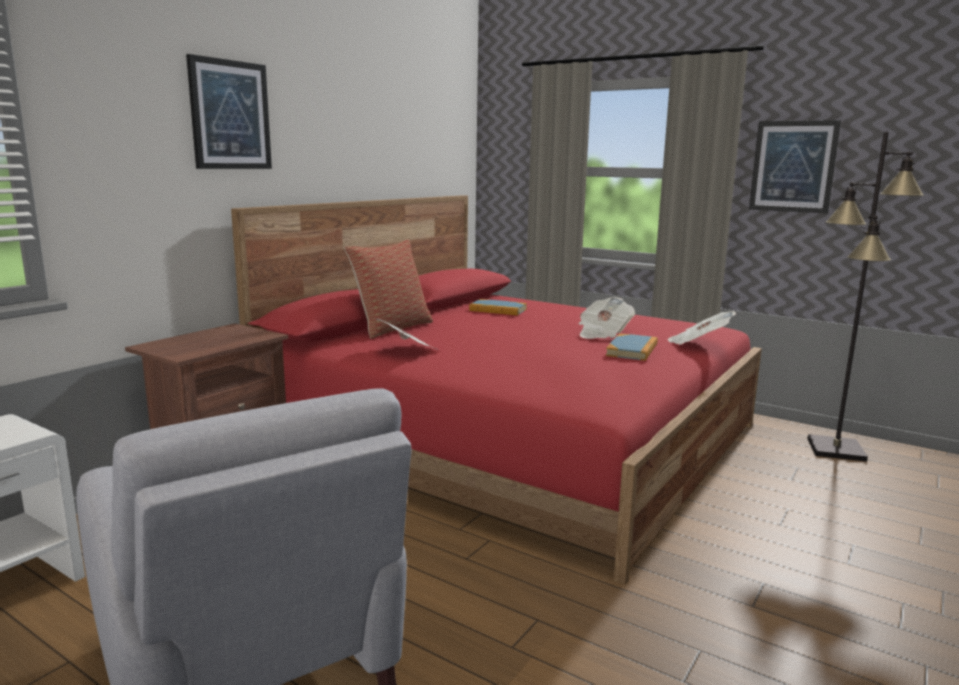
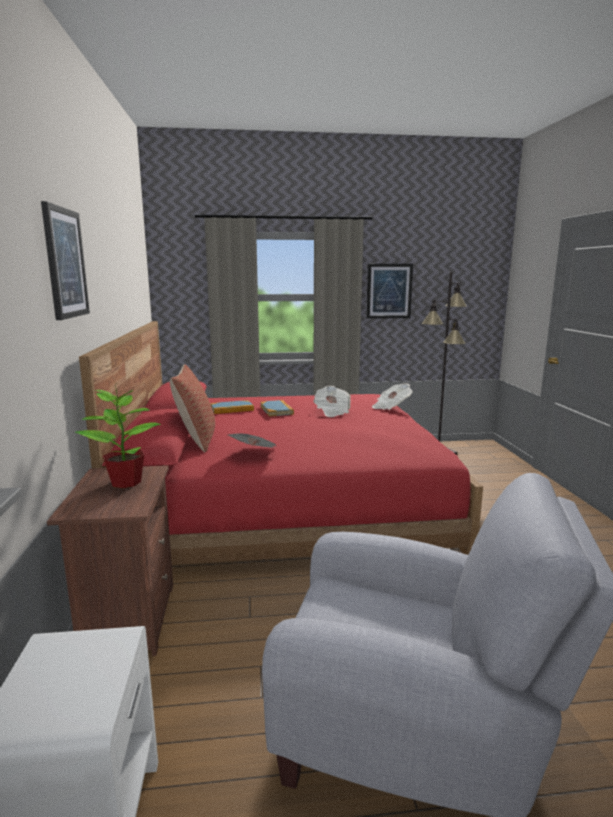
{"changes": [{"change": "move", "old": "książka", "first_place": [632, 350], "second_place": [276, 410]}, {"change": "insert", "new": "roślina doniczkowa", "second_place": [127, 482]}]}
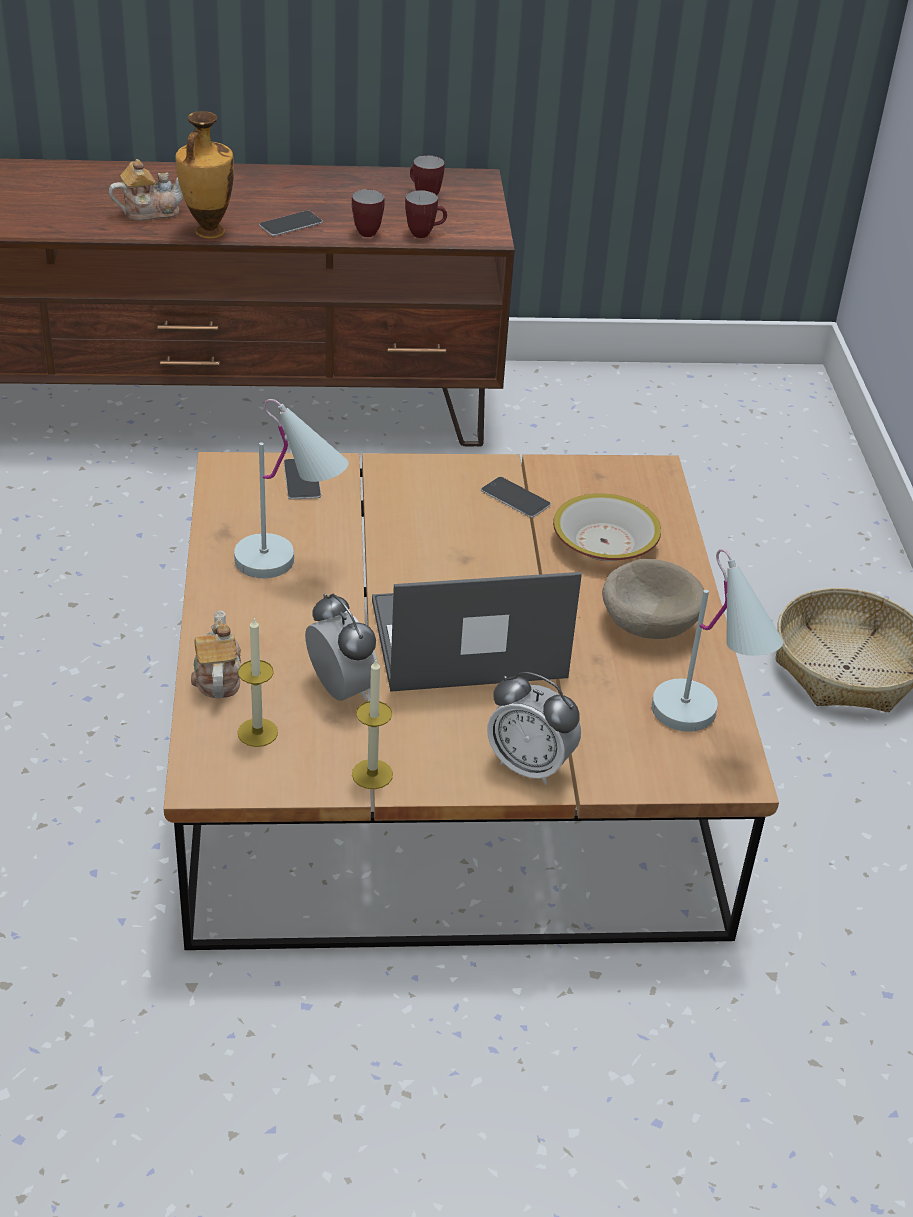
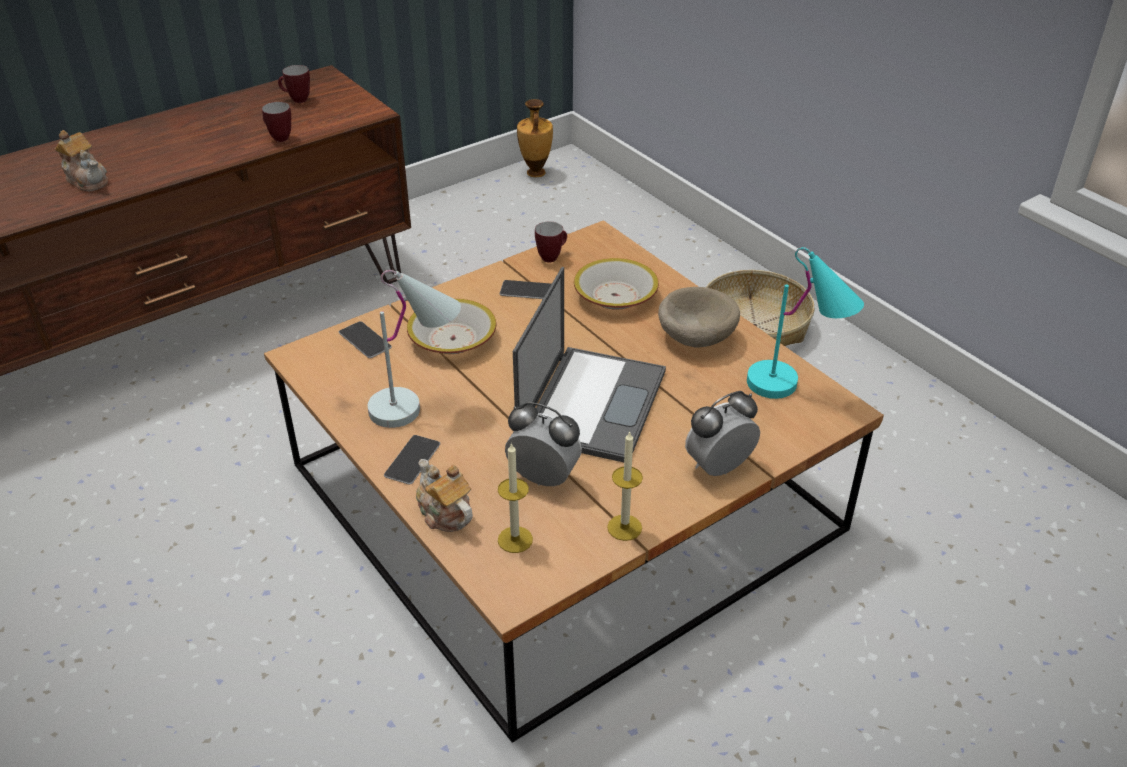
{"changes": [{"change": "move", "old": "wazon", "first_place": [208, 232], "second_place": [535, 173]}, {"change": "rotate", "old": "imbryk", "first_place": [149, 212], "second_place": [87, 179], "degrees": 90}, {"change": "move", "old": "kubek", "first_place": [425, 234], "second_place": [552, 257]}, {"change": "move", "old": "telefon", "first_place": [291, 224], "second_place": [412, 460]}, {"change": "recolor", "old": "lampa stołowa (biały)", "new": "lampa stołowa (turkusowy)", "first_place": [704, 726], "second_place": [795, 387]}, {"change": "rotate", "old": "laptop", "first_place": [465, 640], "second_place": [592, 402], "degrees": 150}, {"change": "rotate", "old": "budzik", "first_place": [530, 766], "second_place": [719, 467], "degrees": 150}, {"change": "insert", "new": "miska", "second_place": [453, 339]}]}
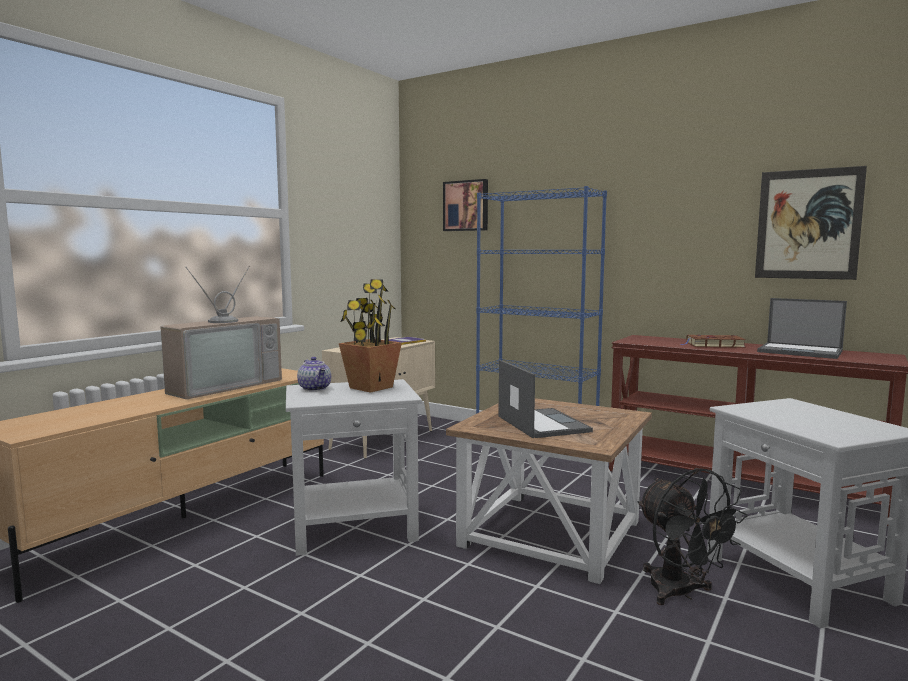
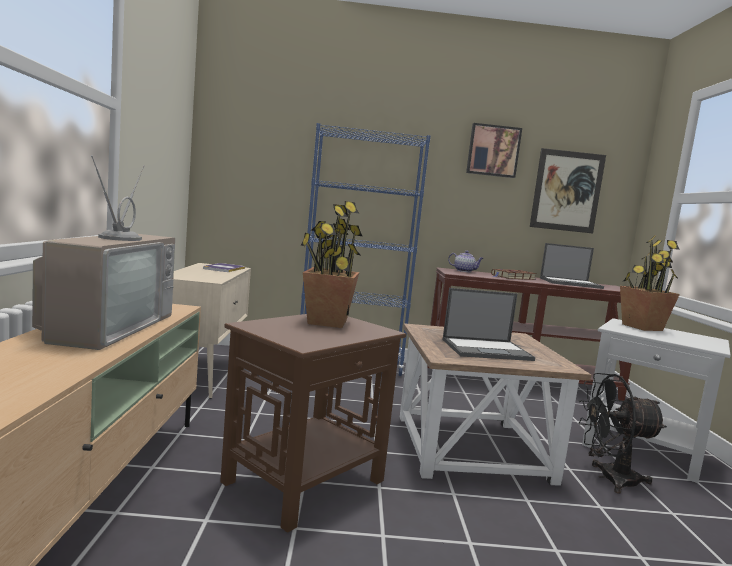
{"changes": [{"change": "move", "old": "obraz", "first_place": [466, 206], "second_place": [493, 151]}, {"change": "move", "old": "imbryk", "first_place": [315, 389], "second_place": [464, 271]}, {"change": "rotate", "old": "laptop", "first_place": [542, 423], "second_place": [487, 349], "degrees": 135}, {"change": "recolor", "old": "stolik (biały)", "new": "stolik (brązowy)", "first_place": [355, 527], "second_place": [306, 481]}, {"change": "rotate", "old": "wentylator (czarny)", "first_place": [680, 593], "second_place": [609, 478], "degrees": 150}, {"change": "insert", "new": "roślina doniczkowa", "second_place": [641, 327]}]}
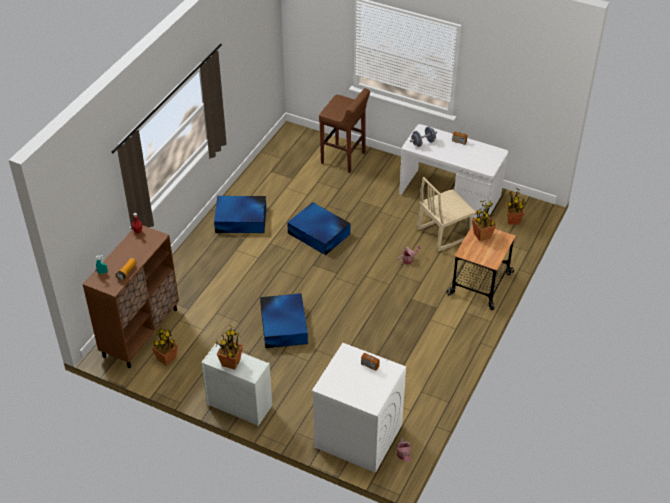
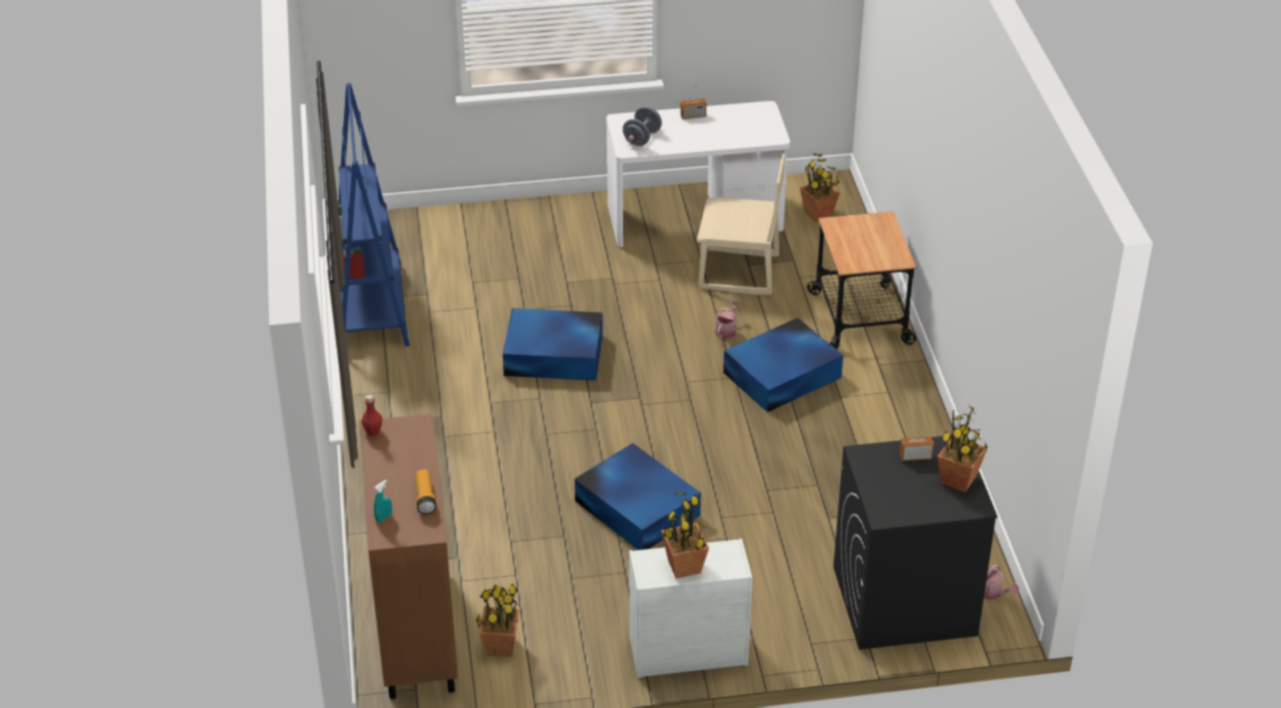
{"changes": [{"change": "delete", "old": "stołek (brązowy)", "first_place": [343, 158]}, {"change": "rotate", "old": "krzesło (beżowy)", "first_place": [443, 233], "second_place": [739, 273], "degrees": -105}, {"change": "move", "old": "pojemnik do przechowywania (niebieski)", "first_place": [241, 220], "second_place": [783, 375]}, {"change": "move", "old": "roślina doniczkowa", "first_place": [482, 236], "second_place": [959, 480]}, {"change": "recolor", "old": "pralka (biały)", "new": "pralka (czarny)", "first_place": [357, 436], "second_place": [903, 601]}, {"change": "insert", "new": "regał (niebieski)", "second_place": [371, 307]}]}
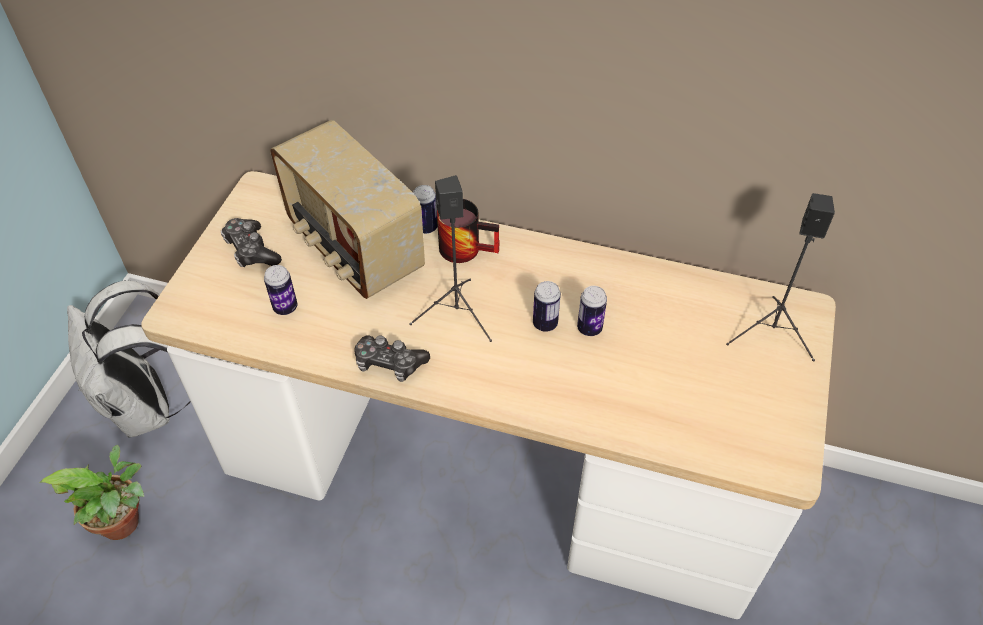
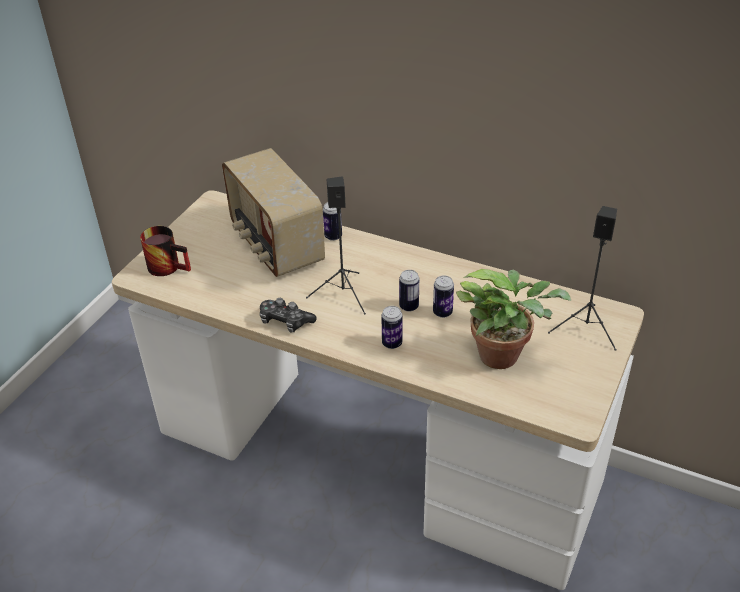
{"changes": [{"change": "move", "old": "kubek", "first_place": [467, 246], "second_place": [170, 266]}, {"change": "delete", "old": "pad do gier", "first_place": [251, 250]}, {"change": "move", "old": "puszka", "first_place": [285, 307], "second_place": [392, 343]}, {"change": "delete", "old": "plecak (biały)", "first_place": [148, 408]}, {"change": "move", "old": "roślina doniczkowa", "first_place": [126, 522], "second_place": [504, 355]}]}
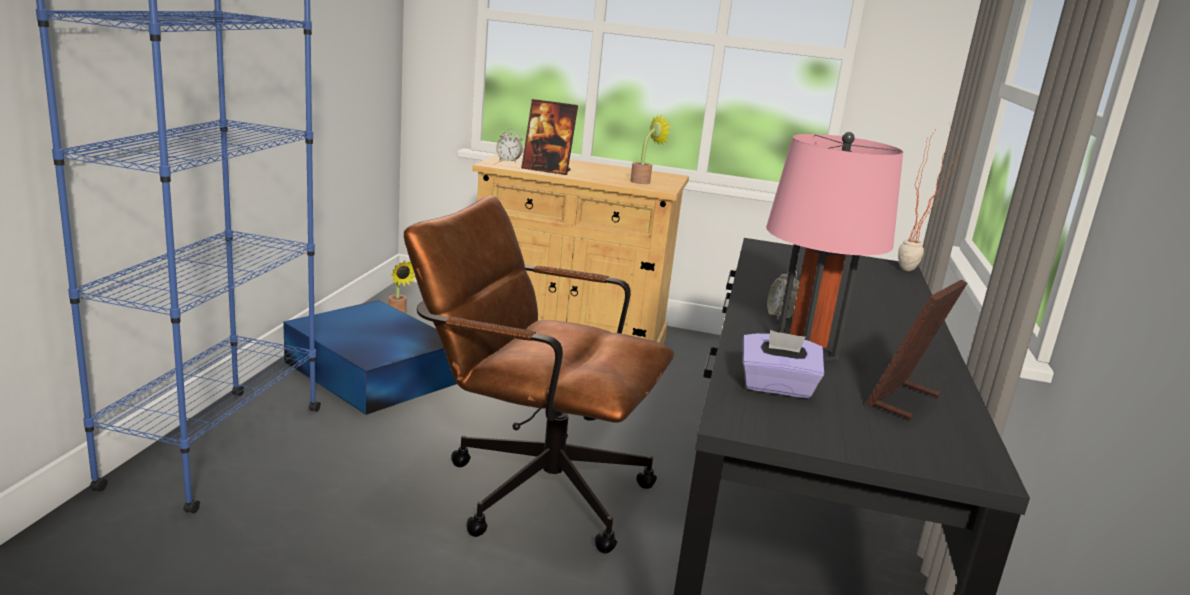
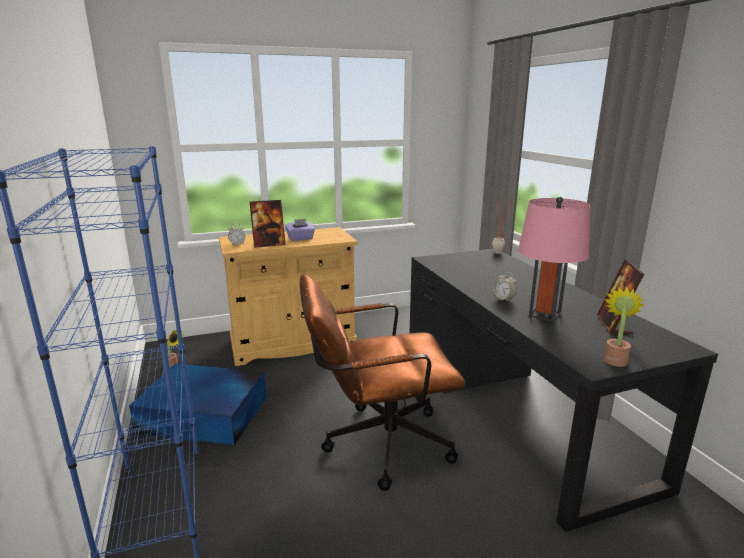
{"changes": [{"change": "move", "old": "roślina doniczkowa", "first_place": [643, 181], "second_place": [615, 359]}, {"change": "move", "old": "pudełko chusteczek (fioletowy)", "first_place": [776, 387], "second_place": [300, 238]}]}
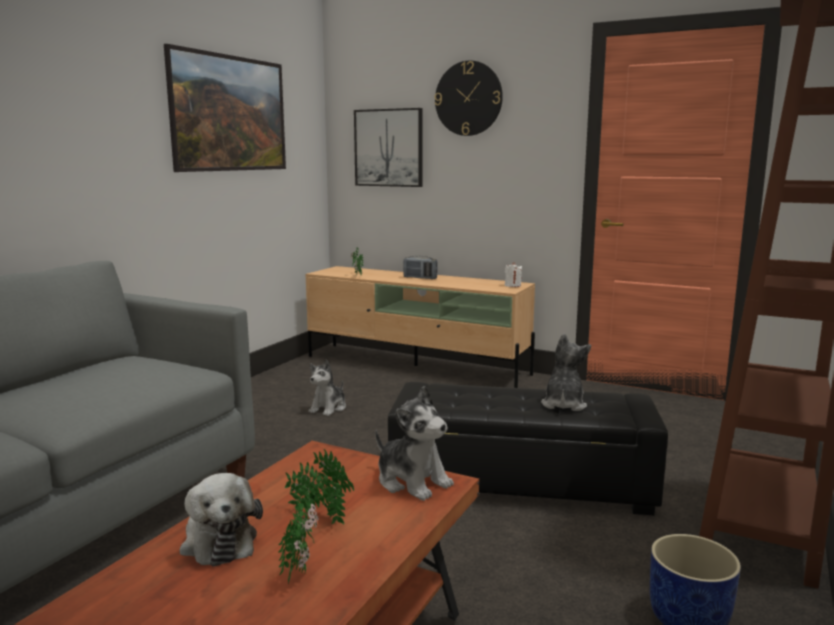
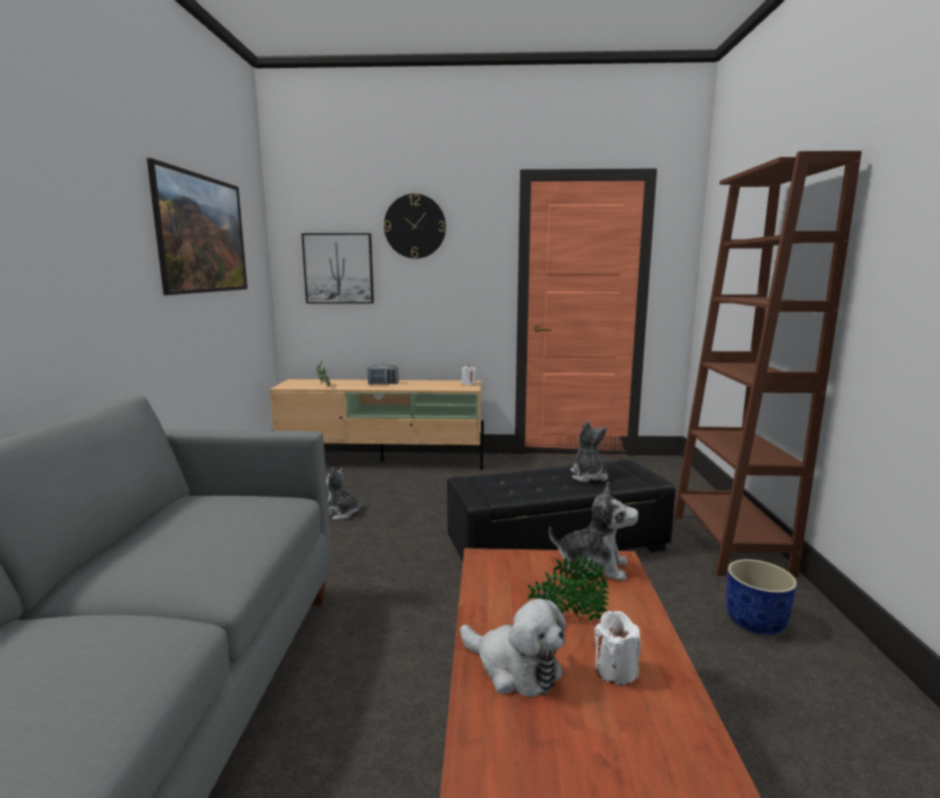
{"changes": [{"change": "rotate", "old": "pluszak", "first_place": [328, 408], "second_place": [341, 513], "degrees": 105}, {"change": "replace", "old": "roślina doniczkowa", "new": "świeca (biały)", "first_place": [300, 567], "second_place": [615, 670]}]}
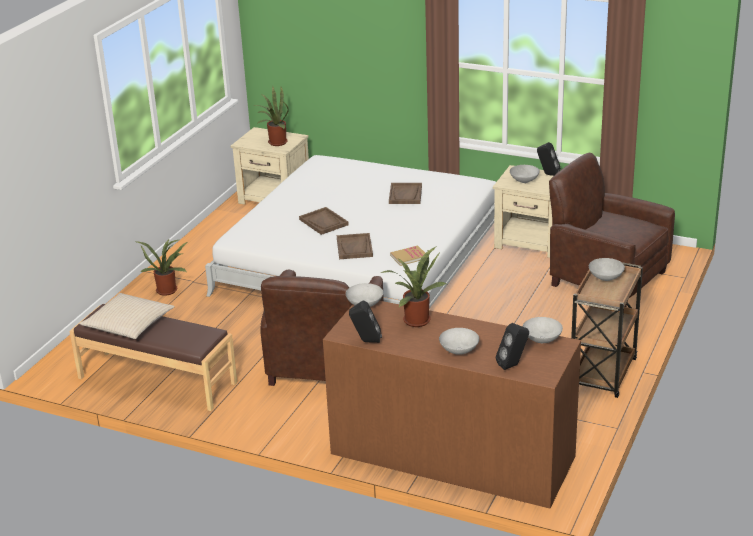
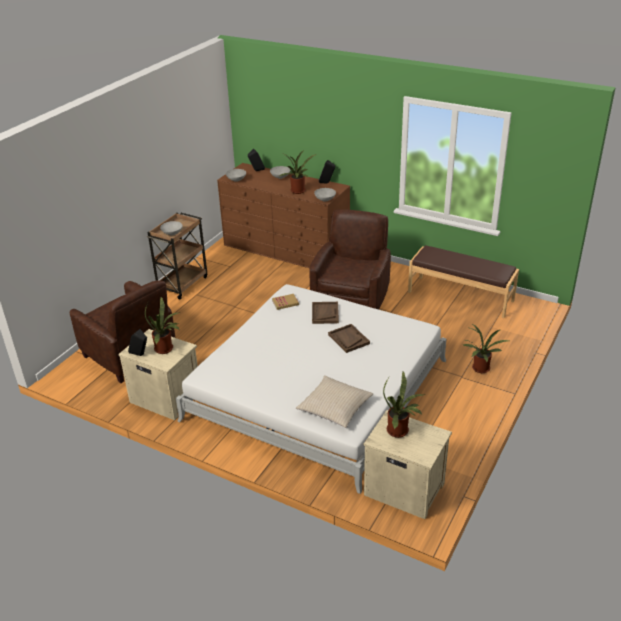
{"changes": [{"change": "replace", "old": "miska (szary)", "new": "roślina doniczkowa", "first_place": [524, 180], "second_place": [166, 349]}, {"change": "delete", "old": "taca (brązowy)", "first_place": [405, 195]}, {"change": "move", "old": "poduszka (beżowy)", "first_place": [128, 324], "second_place": [335, 407]}]}
